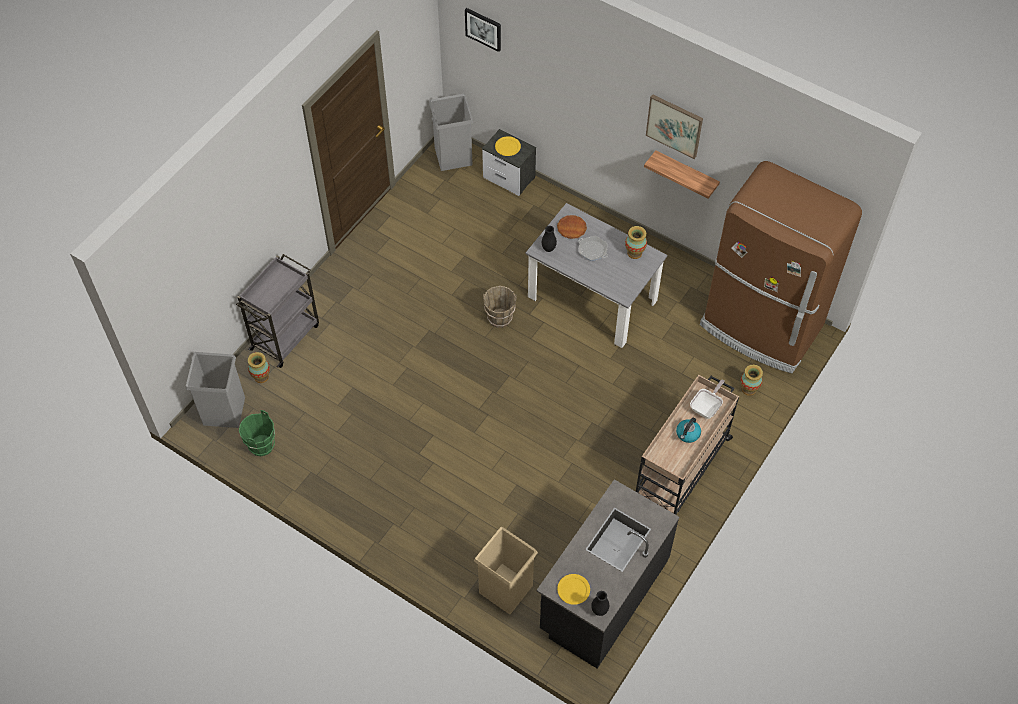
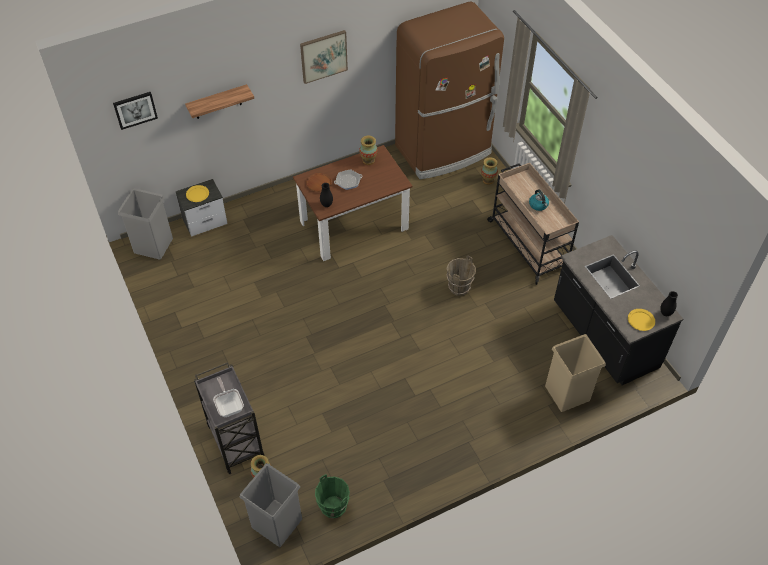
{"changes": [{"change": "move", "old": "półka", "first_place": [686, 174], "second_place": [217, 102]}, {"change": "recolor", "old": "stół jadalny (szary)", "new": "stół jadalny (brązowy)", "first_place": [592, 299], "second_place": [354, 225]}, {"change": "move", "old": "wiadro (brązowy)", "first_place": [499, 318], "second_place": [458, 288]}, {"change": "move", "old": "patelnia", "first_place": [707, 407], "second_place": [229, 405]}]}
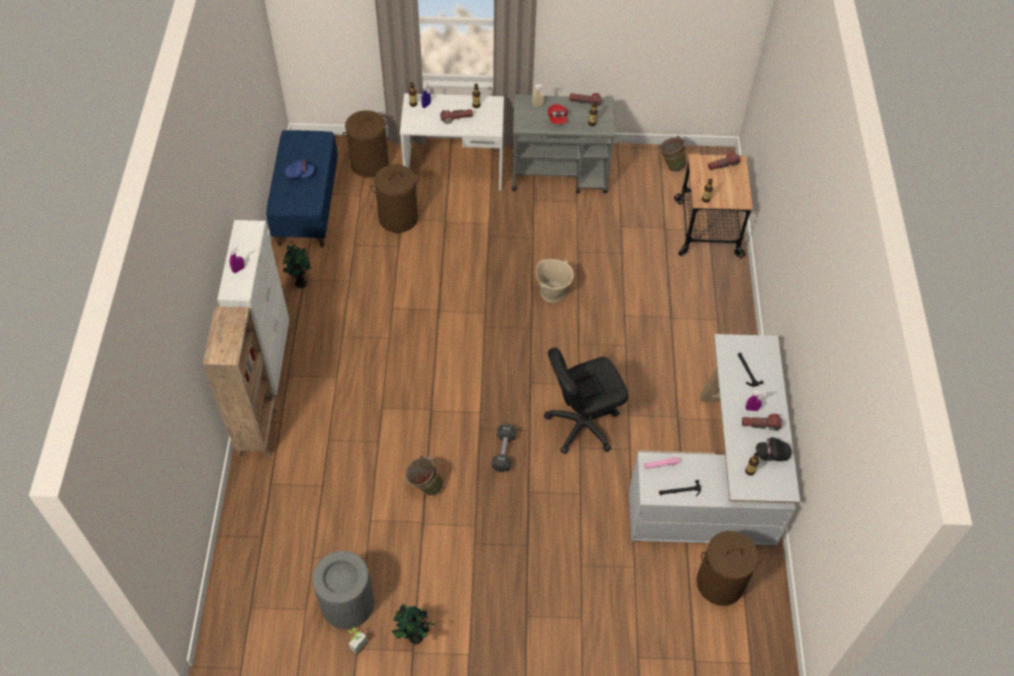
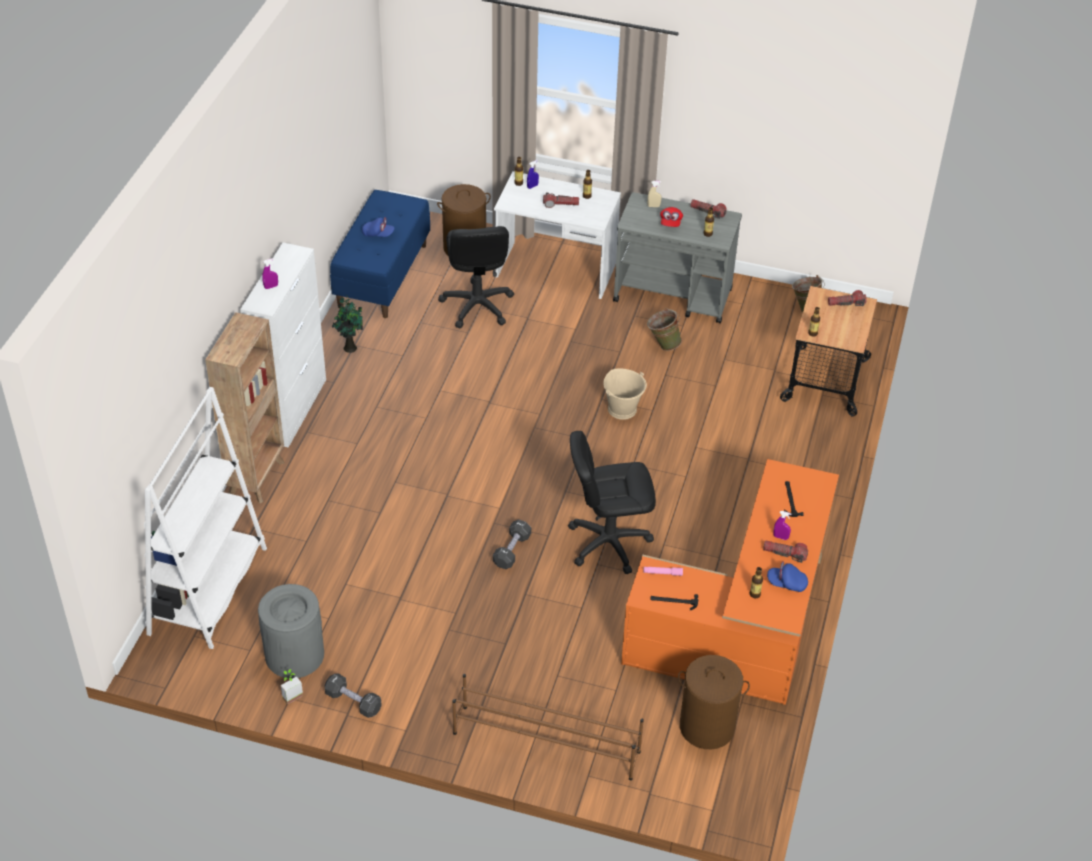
{"changes": [{"change": "replace", "old": "kosz na pranie (brązowy)", "new": "krzesło biurowe (czarny)", "first_place": [398, 218], "second_place": [477, 306]}, {"change": "recolor", "old": "biurko (biały)", "new": "biurko (pomarańczowy)", "first_place": [717, 478], "second_place": [742, 626]}, {"change": "recolor", "old": "czapka z daszkiem (czarny)", "new": "czapka z daszkiem (niebieski)", "first_place": [772, 454], "second_place": [786, 583]}, {"change": "move", "old": "wiadro (zielony)", "first_place": [424, 486], "second_place": [662, 344]}, {"change": "replace", "old": "roślina doniczkowa", "new": "hantel (czarny)", "first_place": [414, 637], "second_place": [353, 702]}, {"change": "insert", "new": "regał (biały)", "second_place": [208, 591]}, {"change": "insert", "new": "regał na buty (brązowy)", "second_place": [545, 742]}]}
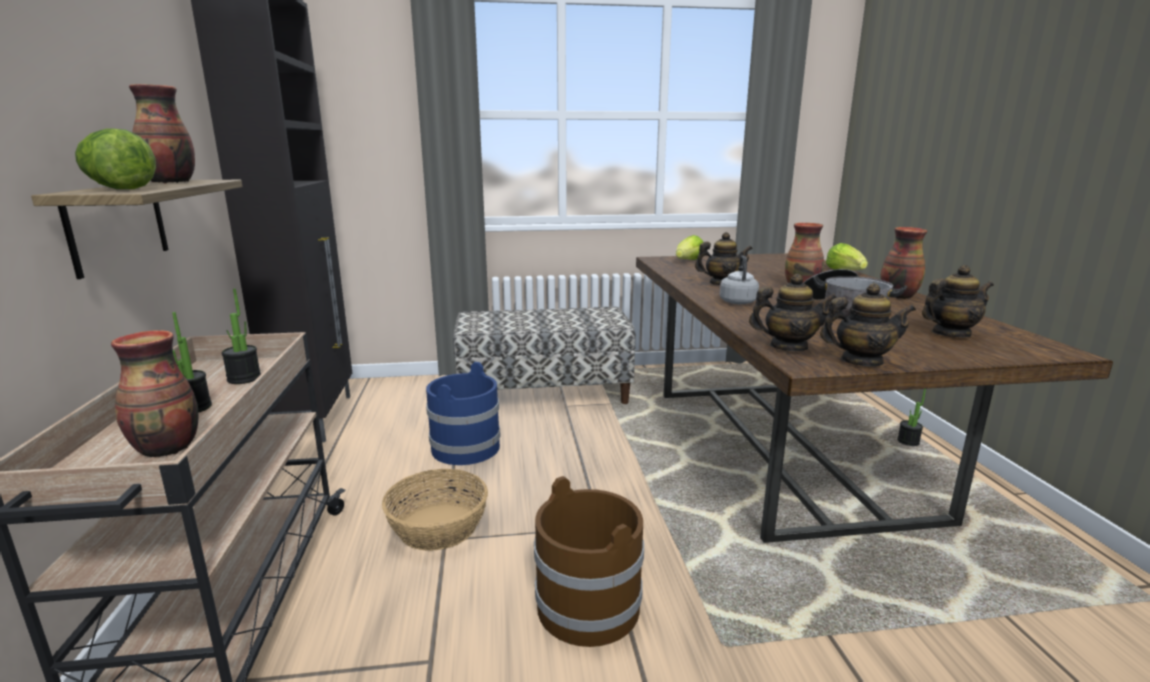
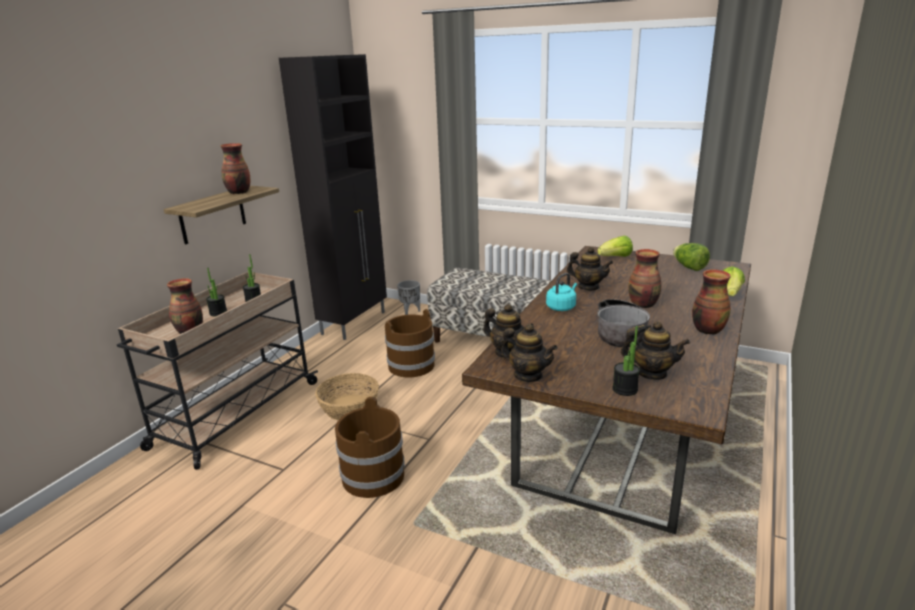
{"changes": [{"change": "move", "old": "sałata", "first_place": [117, 189], "second_place": [689, 267]}, {"change": "recolor", "old": "czajnik (szary)", "new": "czajnik (turkusowy)", "first_place": [737, 301], "second_place": [561, 307]}, {"change": "recolor", "old": "wiadro (niebieski)", "new": "wiadro (brązowy)", "first_place": [465, 448], "second_place": [411, 366]}, {"change": "move", "old": "roślina doniczkowa", "first_place": [908, 442], "second_place": [625, 389]}, {"change": "insert", "new": "donica (szary)", "second_place": [410, 312]}]}
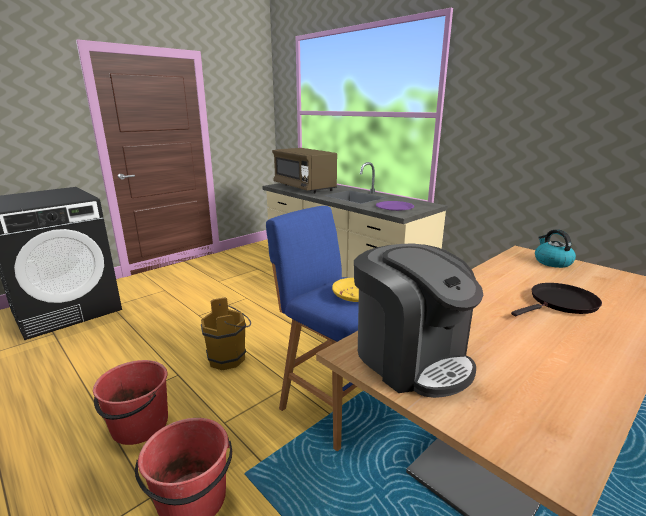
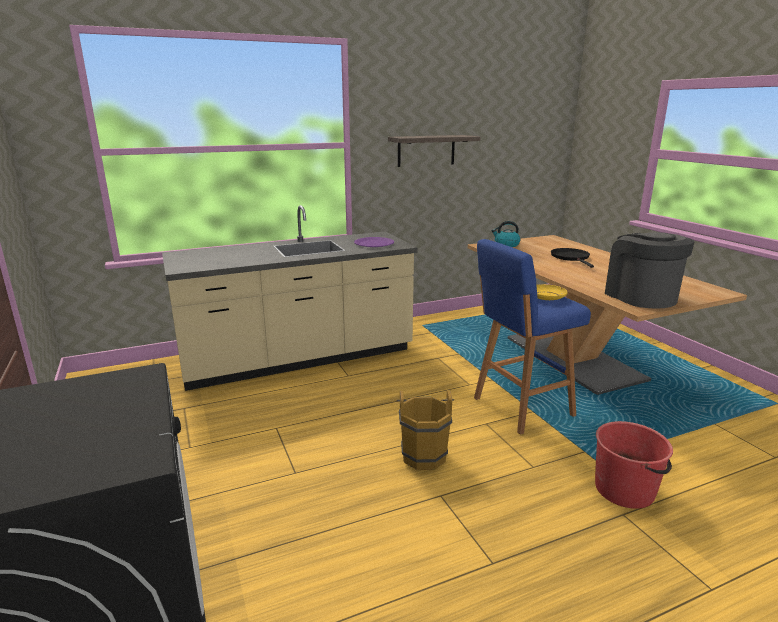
{"changes": [{"change": "delete", "old": "mikrofalówka (brązowy)", "first_place": [304, 187]}, {"change": "rotate", "old": "ekspres do kawy", "first_place": [411, 358], "second_place": [640, 296], "degrees": -90}, {"change": "delete", "old": "wiadro (czerwony)", "first_place": [139, 425]}, {"change": "insert", "new": "półka", "second_place": [426, 150]}]}
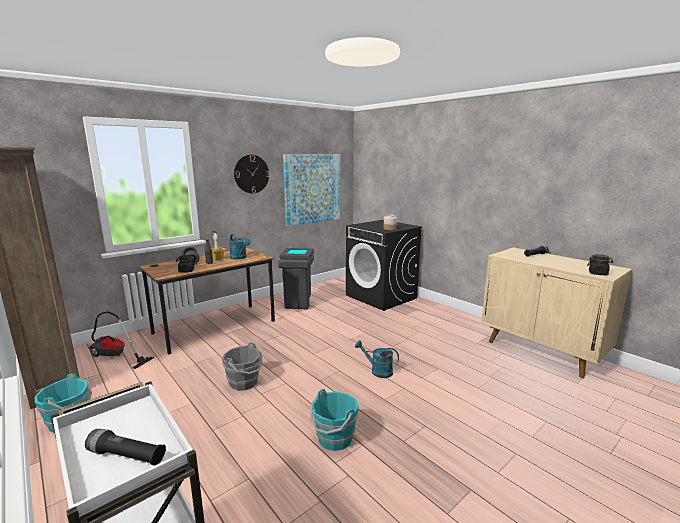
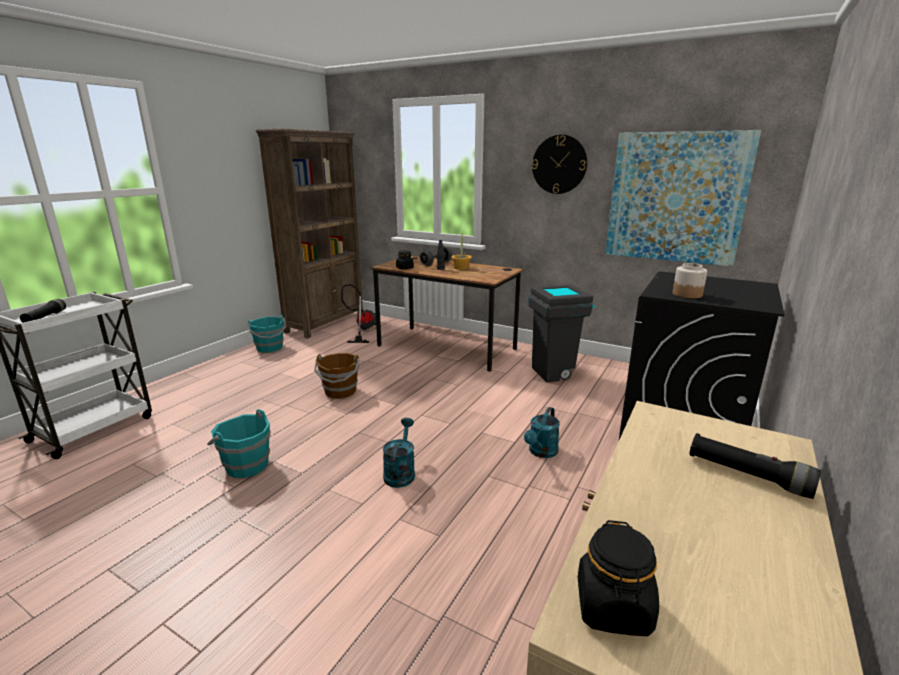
{"changes": [{"change": "move", "old": "konewka (turkusowy)", "first_place": [240, 258], "second_place": [541, 452]}, {"change": "recolor", "old": "wiadro (szary)", "new": "wiadro (brązowy)", "first_place": [244, 382], "second_place": [340, 392]}]}
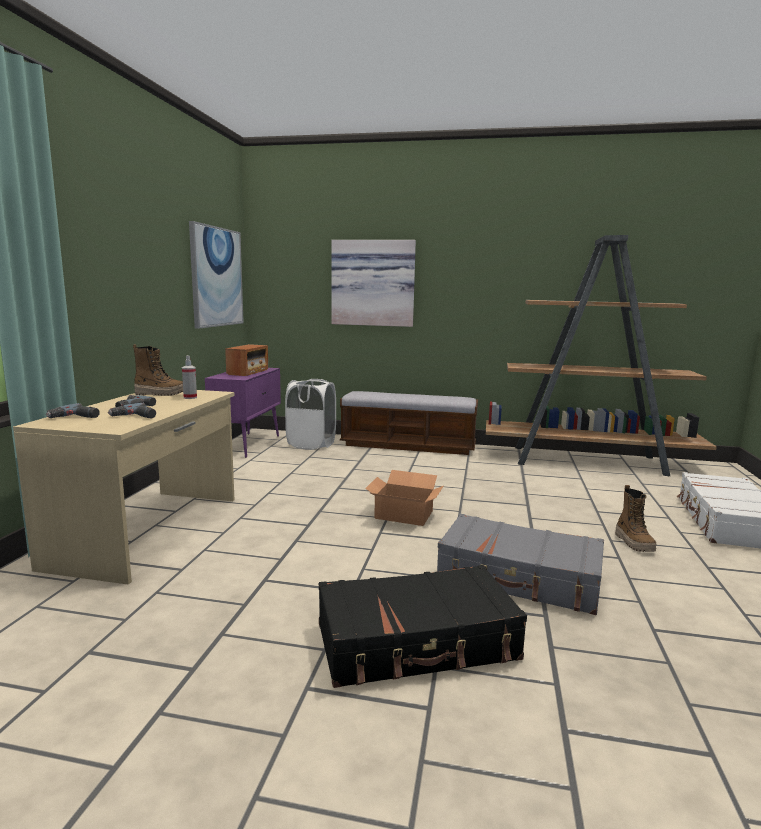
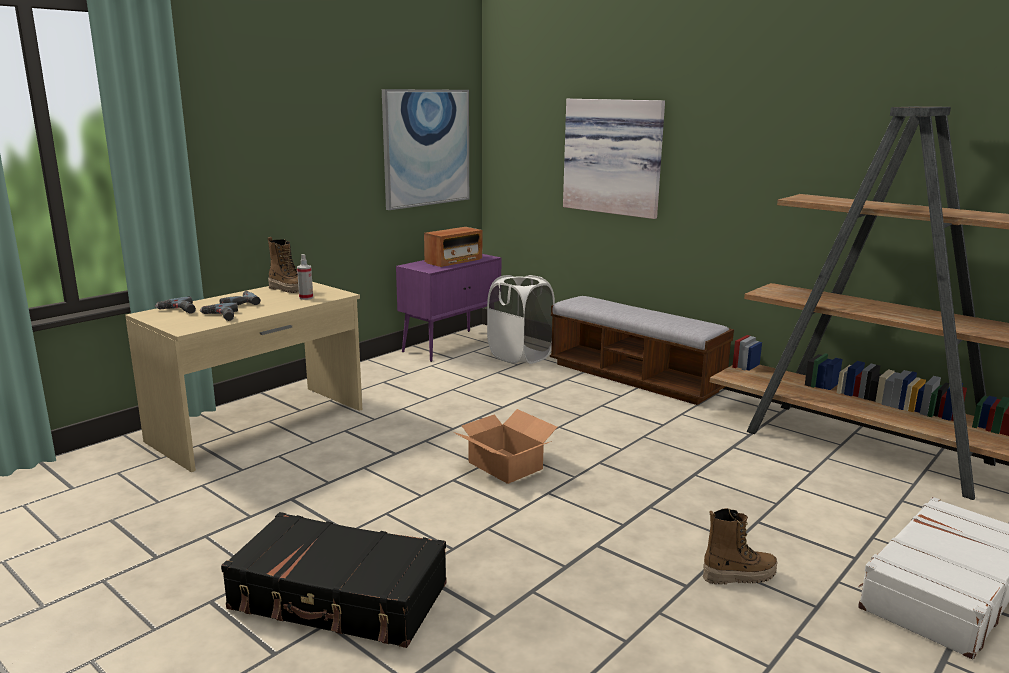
{"changes": [{"change": "rotate", "old": "but z cholewką", "first_place": [634, 543], "second_place": [739, 575], "degrees": -120}, {"change": "delete", "old": "walizka (szary)", "first_place": [519, 578]}]}
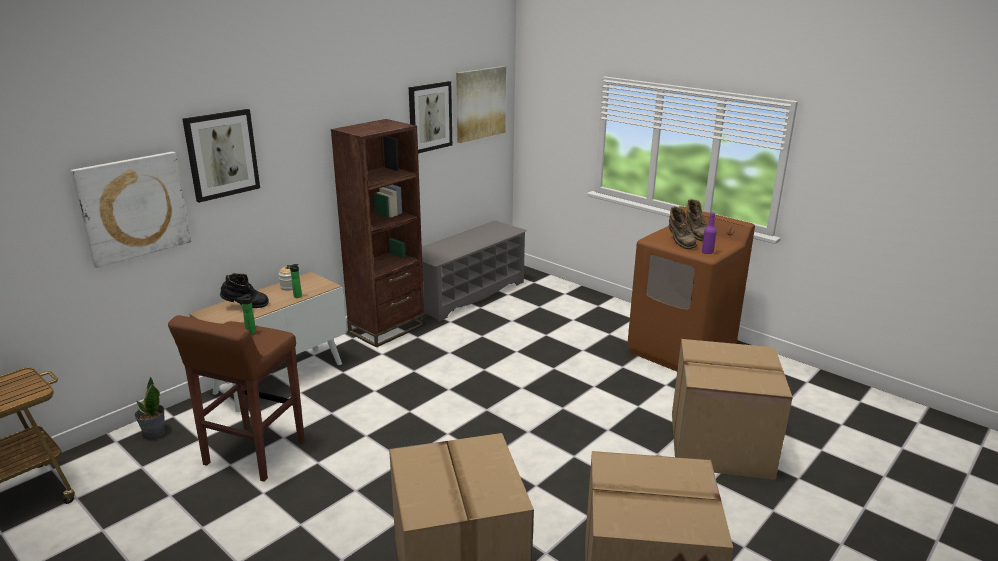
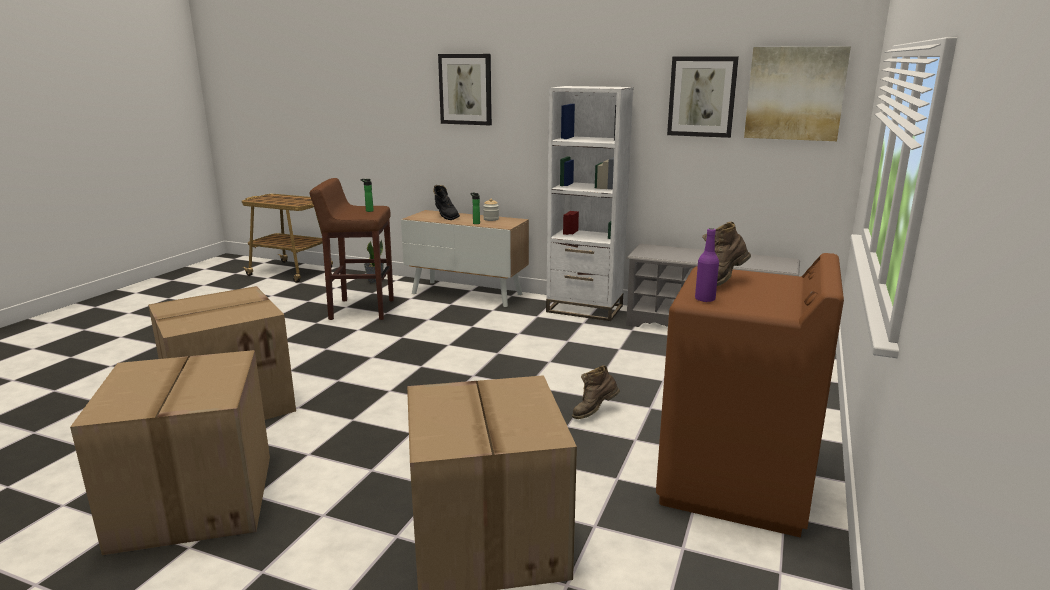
{"changes": [{"change": "recolor", "old": "regał (brązowy)", "new": "regał (biały)", "first_place": [387, 329], "second_place": [584, 309]}, {"change": "delete", "old": "obraz", "first_place": [133, 207]}, {"change": "move", "old": "but z cholewką (brązowy)", "first_place": [695, 234], "second_place": [594, 412]}]}
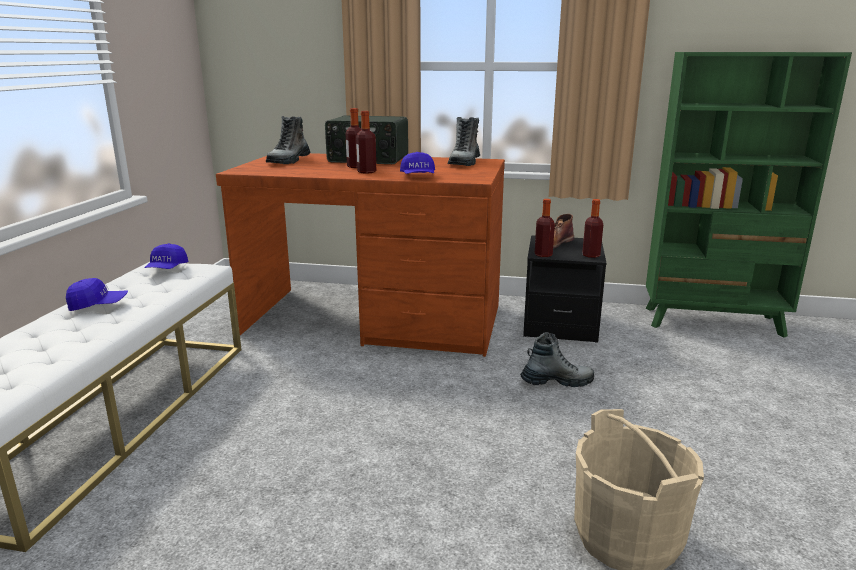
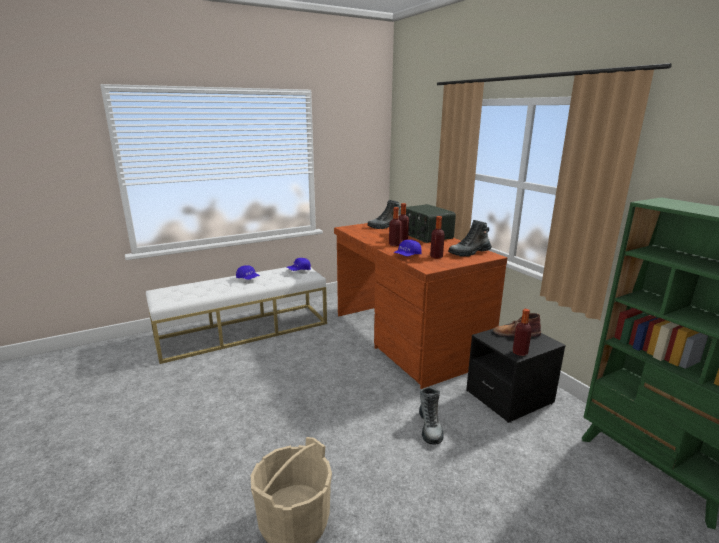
{"changes": [{"change": "move", "old": "butelka", "first_place": [543, 255], "second_place": [436, 256]}, {"change": "rotate", "old": "but z cholewką", "first_place": [556, 382], "second_place": [430, 427], "degrees": 45}]}
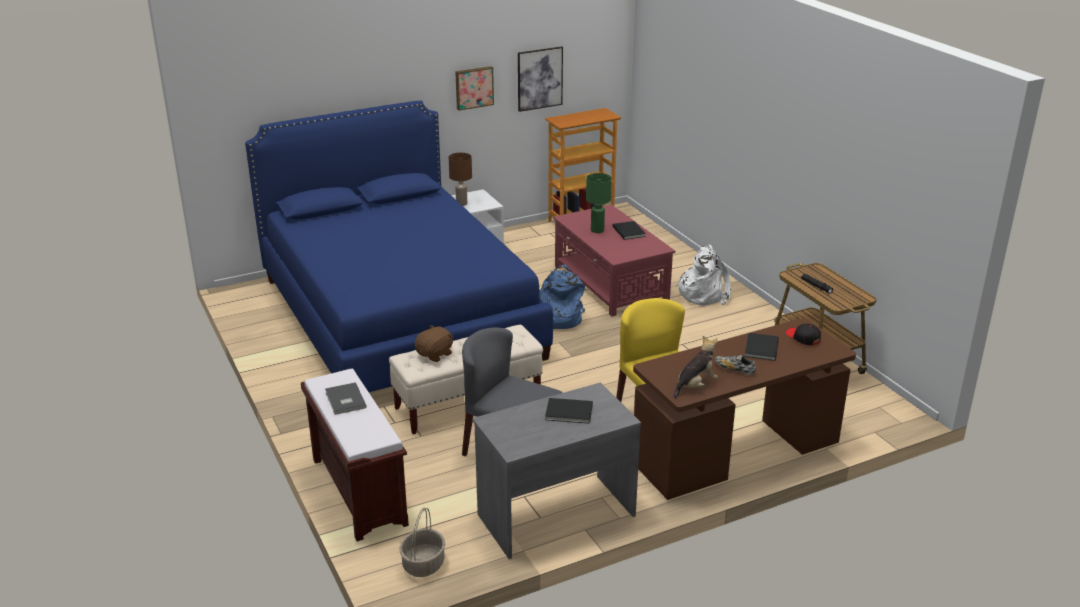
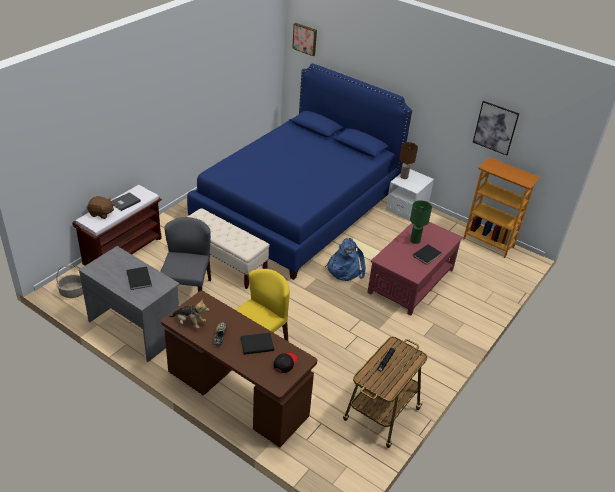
{"changes": [{"change": "move", "old": "obraz", "first_place": [473, 87], "second_place": [305, 39]}, {"change": "delete", "old": "plecak (biały)", "first_place": [703, 294]}, {"change": "move", "old": "pluszak (brązowy)", "first_place": [435, 354], "second_place": [101, 213]}]}
